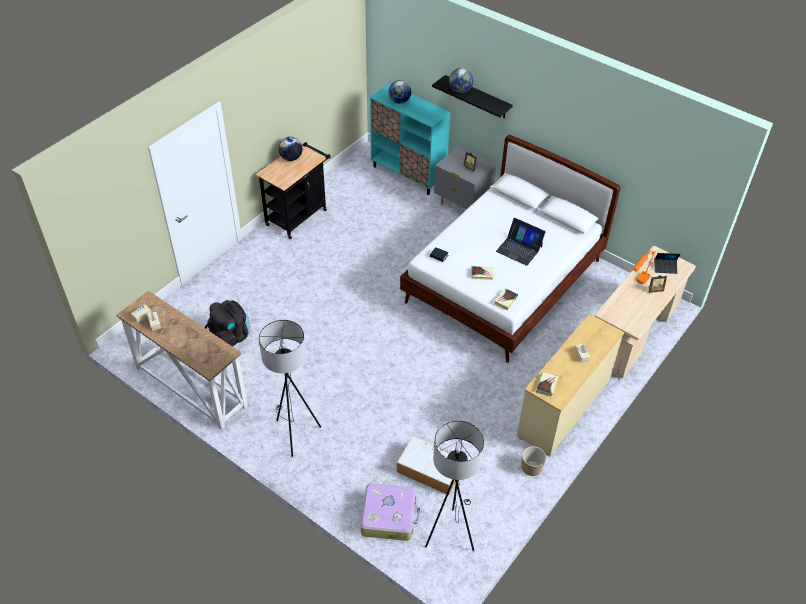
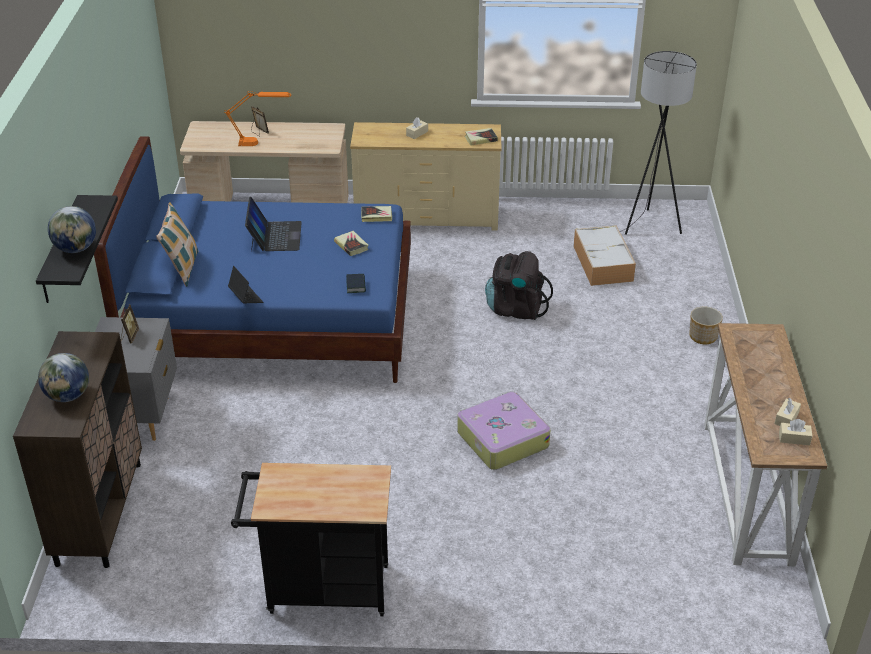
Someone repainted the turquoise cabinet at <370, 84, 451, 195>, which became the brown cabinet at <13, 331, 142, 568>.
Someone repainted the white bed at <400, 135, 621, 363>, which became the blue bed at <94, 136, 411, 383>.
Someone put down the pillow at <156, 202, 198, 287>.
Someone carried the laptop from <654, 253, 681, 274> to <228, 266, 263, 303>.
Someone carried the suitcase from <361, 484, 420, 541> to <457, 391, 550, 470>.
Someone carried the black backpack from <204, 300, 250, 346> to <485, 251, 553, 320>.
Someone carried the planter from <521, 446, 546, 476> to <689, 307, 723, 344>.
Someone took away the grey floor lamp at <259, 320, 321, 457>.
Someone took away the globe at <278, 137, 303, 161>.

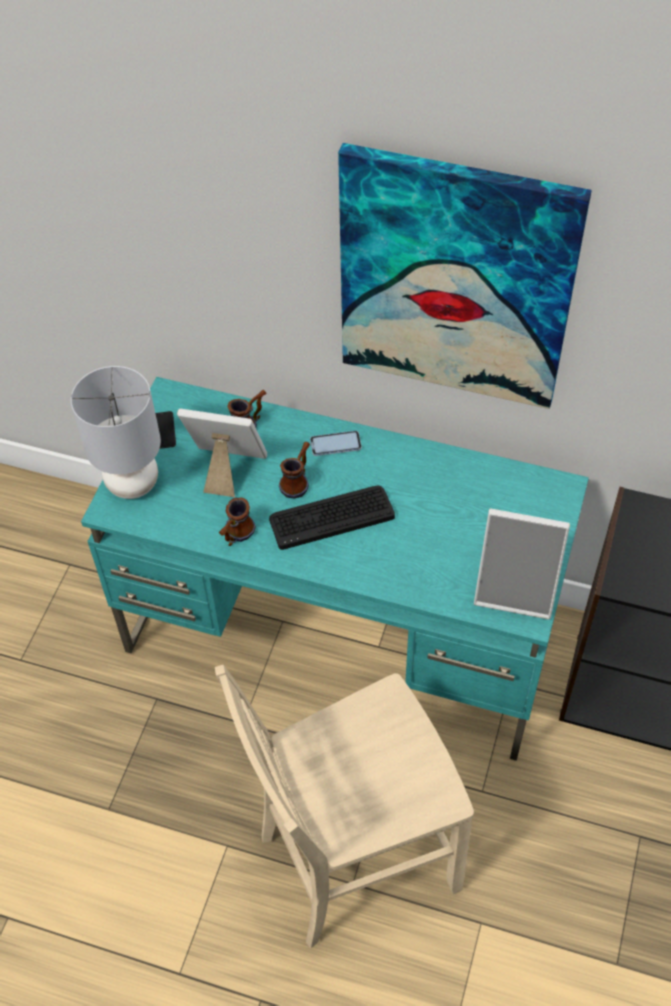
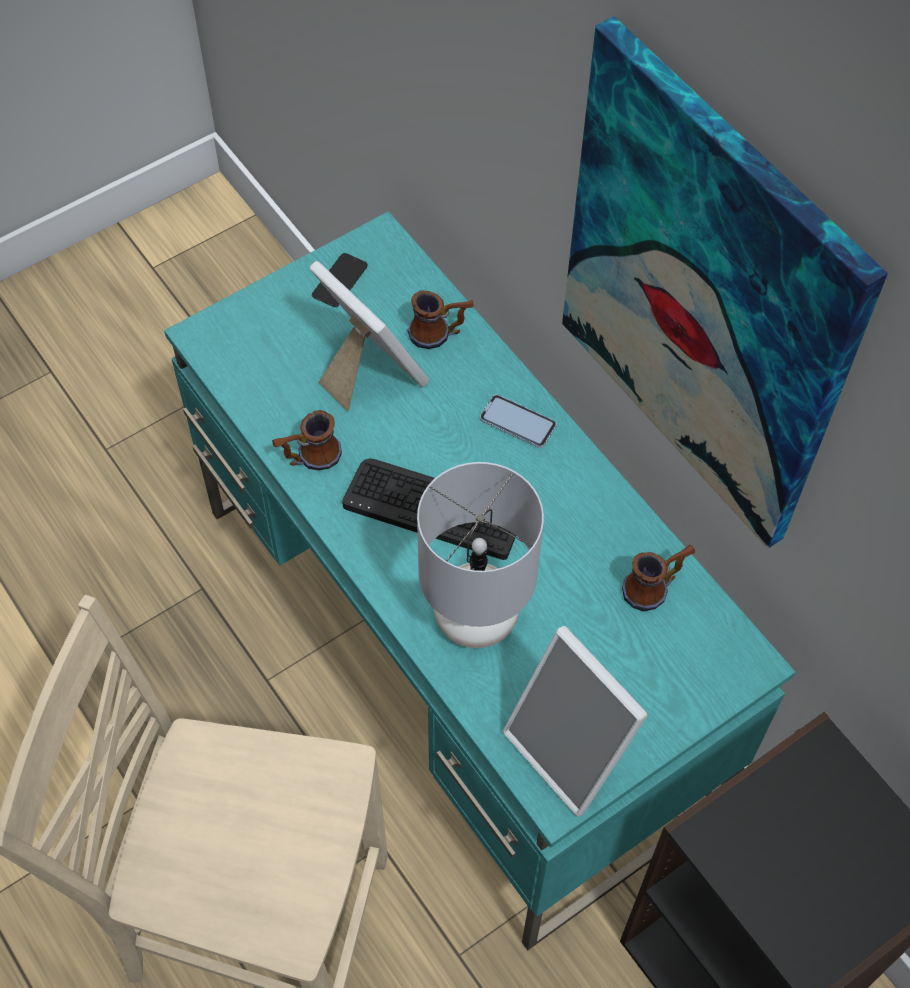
Someone carried the grey table lamp from <71, 366, 161, 499> to <417, 462, 544, 648>.
Someone carried the mug from <279, 442, 310, 499> to <622, 545, 695, 612>.

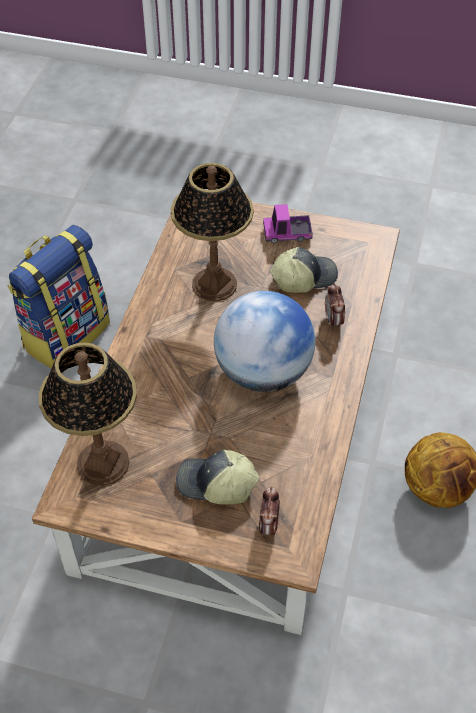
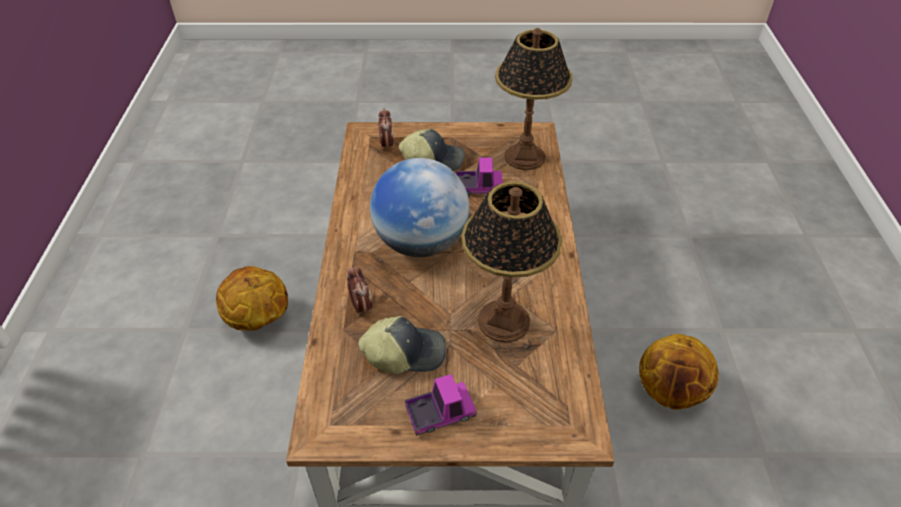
Someone rotated the cap at <270, 247, 338, 293> by 150 degrees counterclockwise.
Someone put down the toy truck at <456, 158, 503, 196>.
Someone swapped the backpack at <7, 225, 110, 369> for the basketball at <639, 334, 719, 410>.

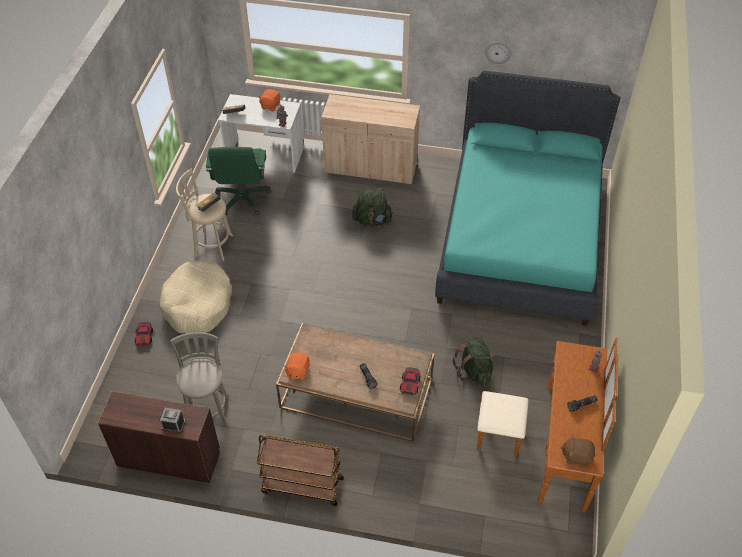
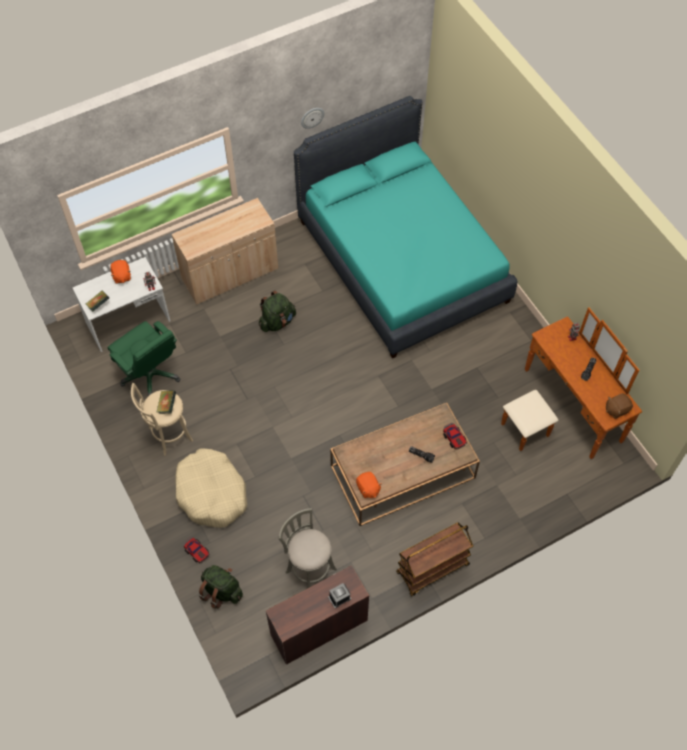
Someone carried the green backpack from <453, 337, 494, 387> to <198, 565, 243, 609>.

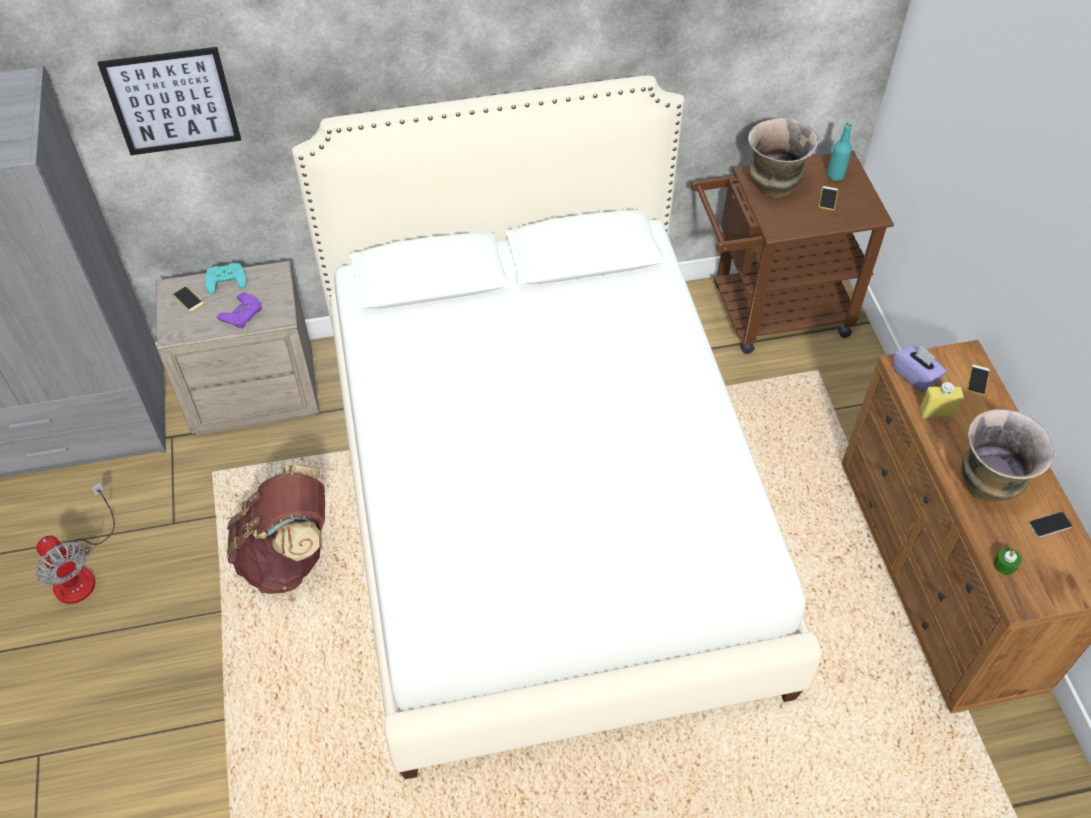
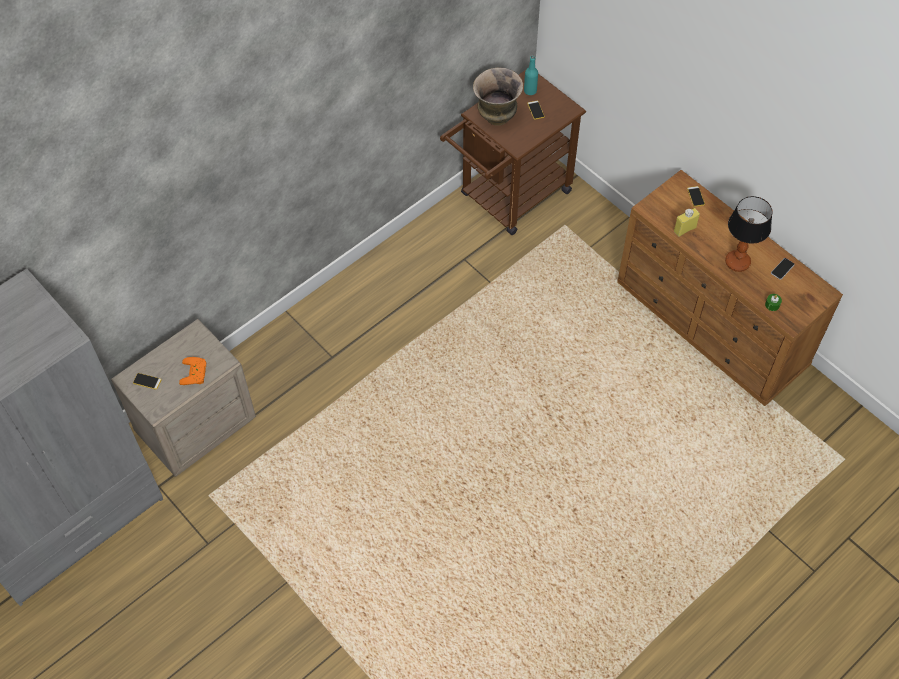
Someone repainted the purple game controller at <217, 293, 262, 329>, which became the orange game controller at <179, 357, 206, 385>.
Someone swapped the vase at <962, 409, 1054, 502> for the table lamp at <725, 196, 773, 272>.
Someone took away the fan at <36, 482, 115, 604>.
Someone took away the picture at <98, 47, 241, 155>.
Someone took away the turquoise game controller at <205, 263, 246, 294>.
Someone took away the brown backpack at <227, 464, 325, 594>.
Someone took away the white bed at <292, 75, 821, 779>.
Someone took away the purple tissue box at <894, 344, 947, 392>.

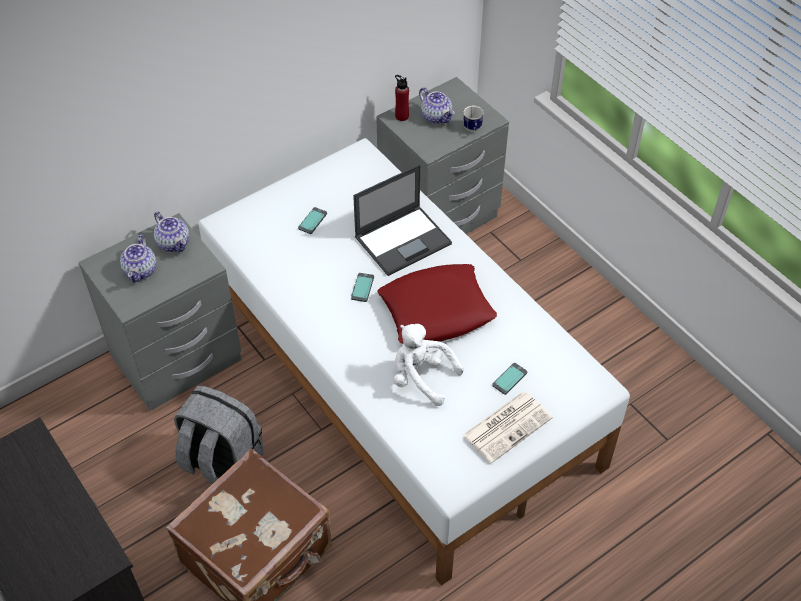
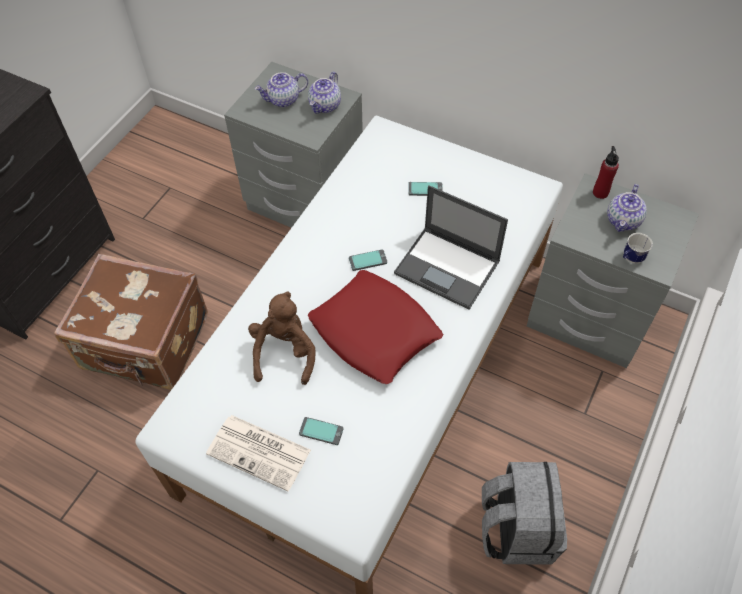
Someone repainted the white plush toy at <393, 324, 463, 406>, which became the brown plush toy at <248, 291, 315, 385>.
Someone carried the grey backpack from <174, 385, 264, 484> to <482, 462, 567, 565>.

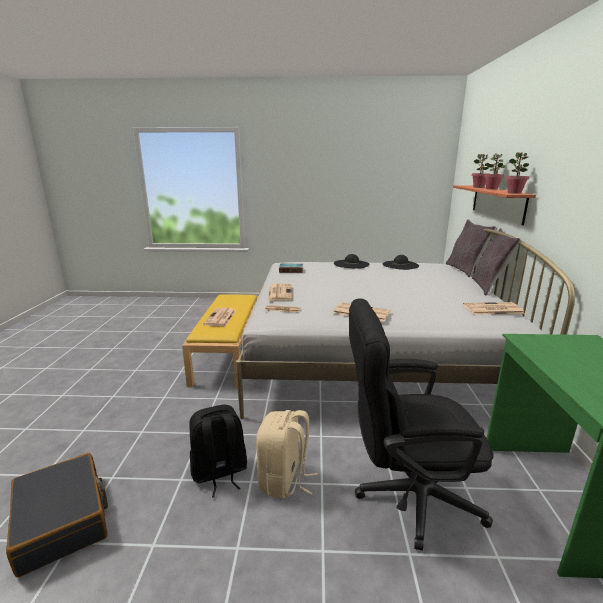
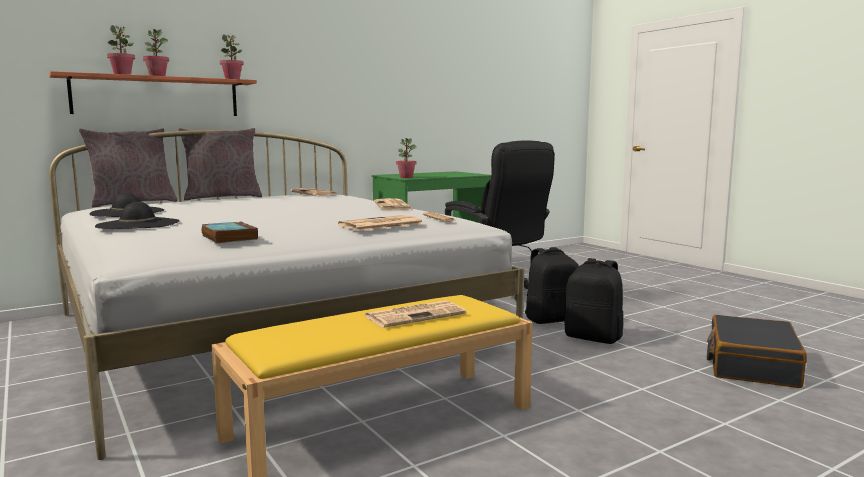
Someone put down the potted plant at <396, 138, 417, 178>.
Someone repainted the beige backpack at <256, 410, 318, 499>, which became the black backpack at <525, 247, 579, 324>.

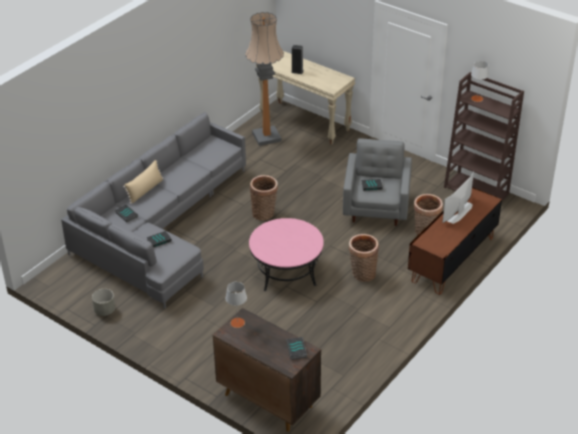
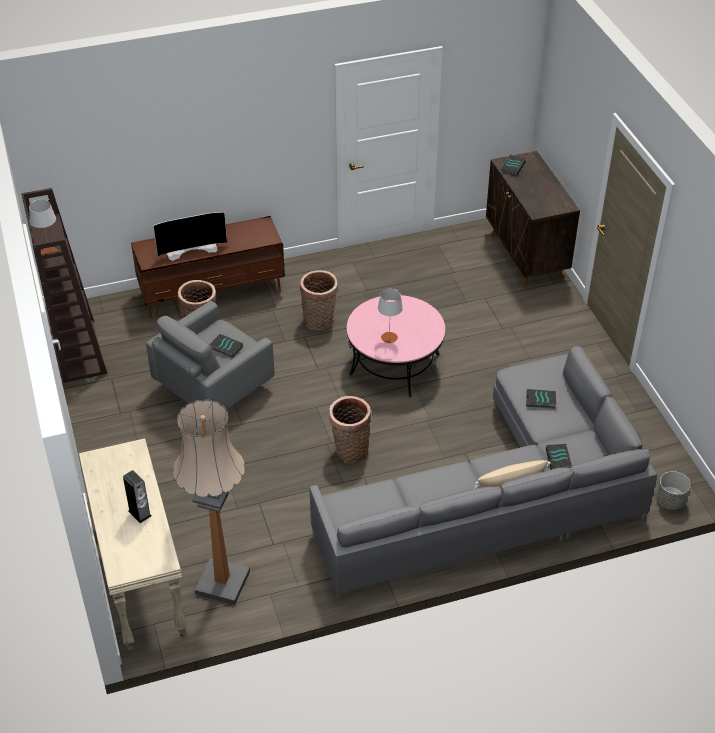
Someone carried the grey table lamp from <226, 282, 247, 328> to <378, 289, 403, 343>.
Someone carried the grey planter from <92, 289, 115, 316> to <656, 471, 691, 510>.

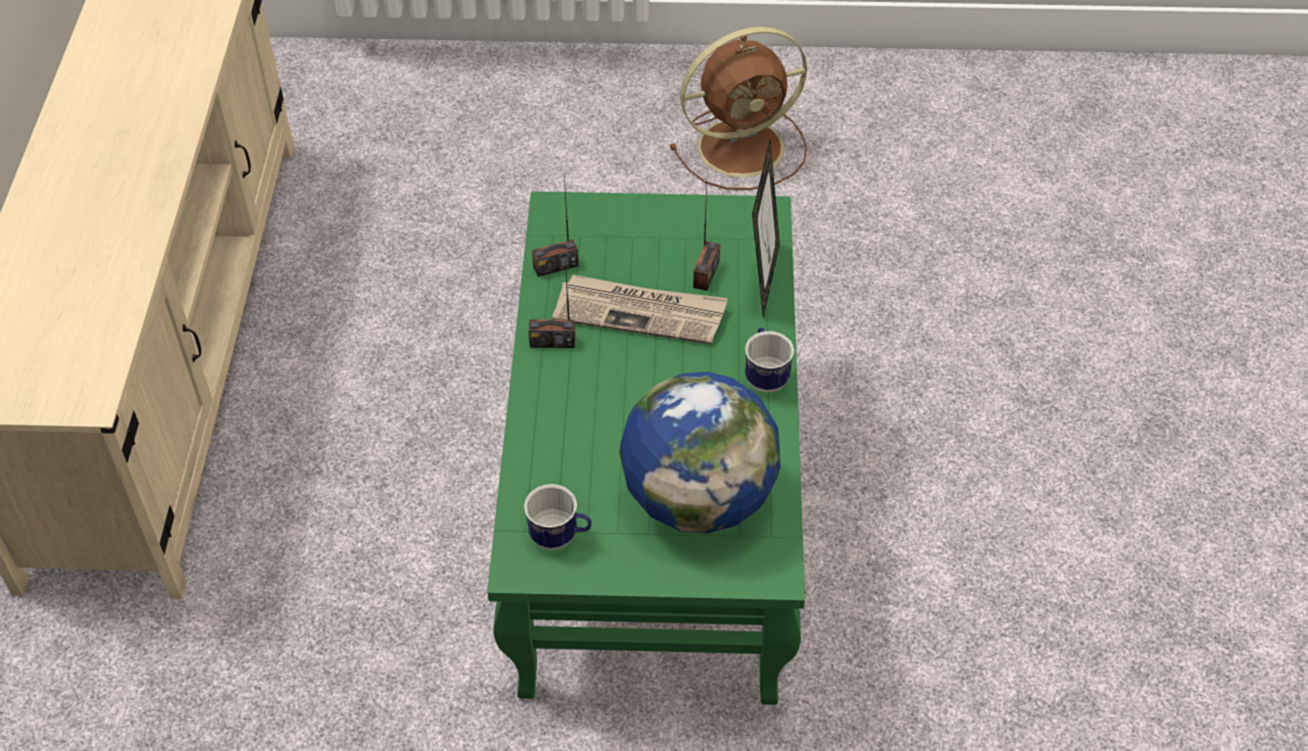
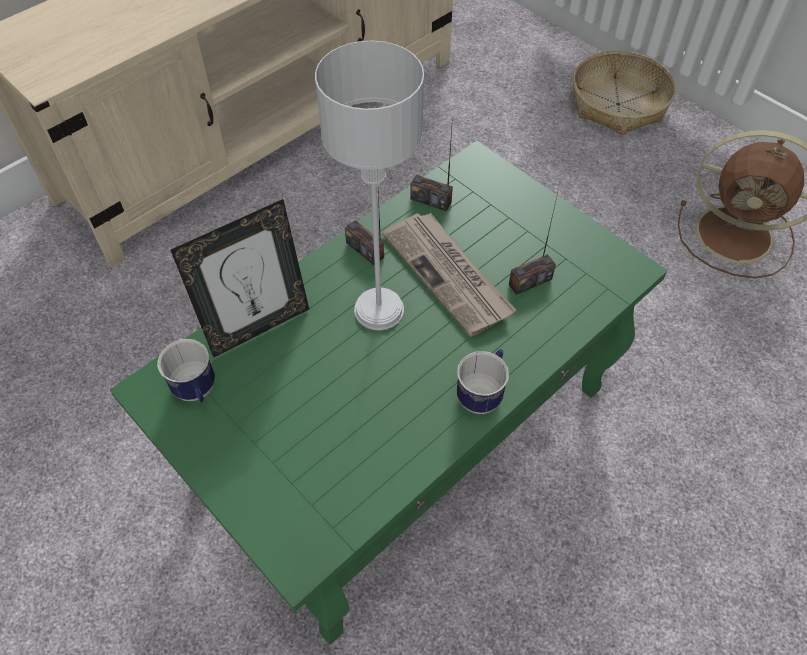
Someone carried the picture frame from <752, 140, 780, 319> to <171, 199, 309, 357>.
Someone put down the grey table lamp at <315, 41, 424, 330>.
Someone put down the basket at <573, 51, 676, 135>.
Someone took away the globe at <619, 372, 781, 534>.

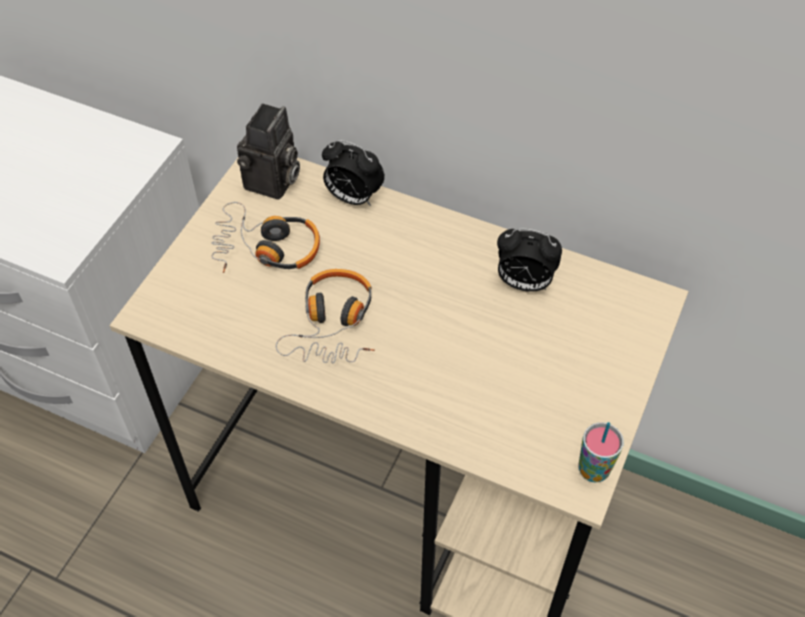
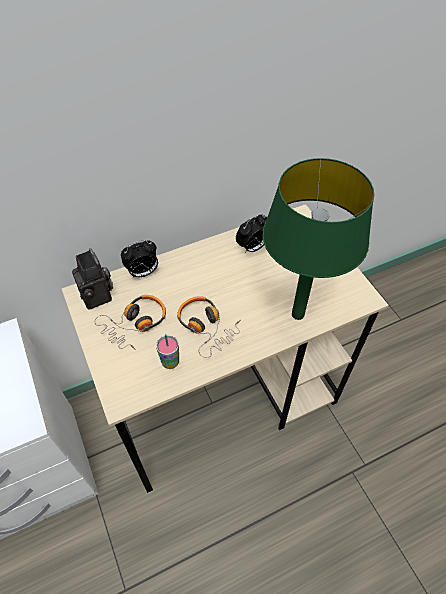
Someone carried the cup from <579, 422, 624, 482> to <156, 334, 179, 369>.
Someone put down the green table lamp at <262, 158, 374, 320>.

